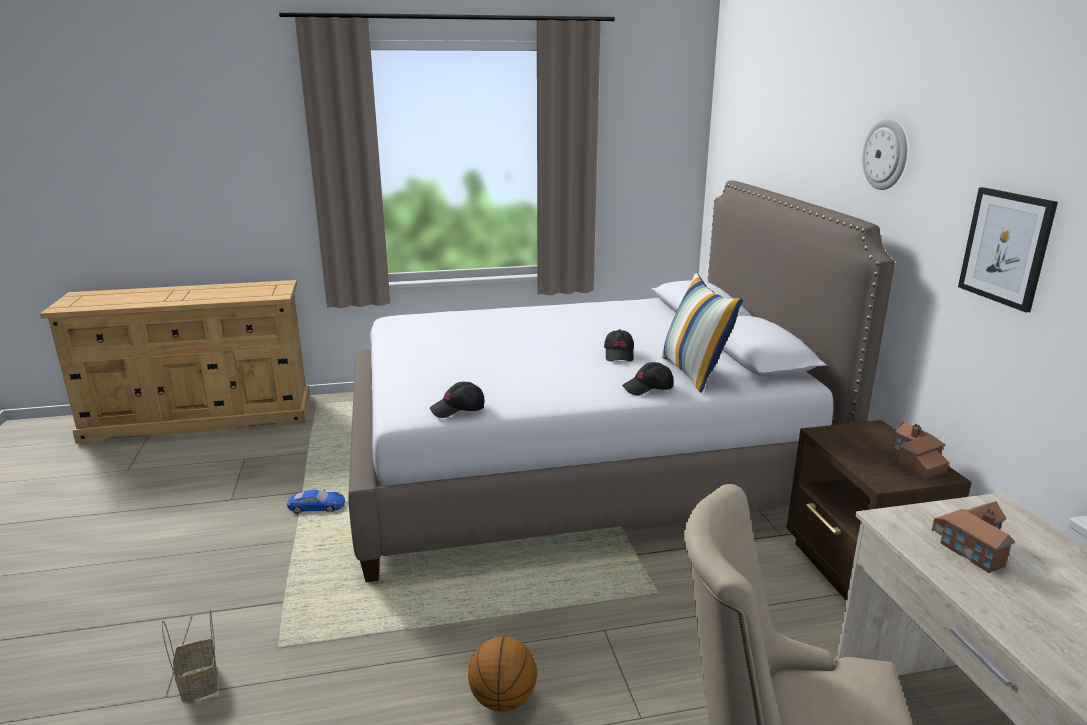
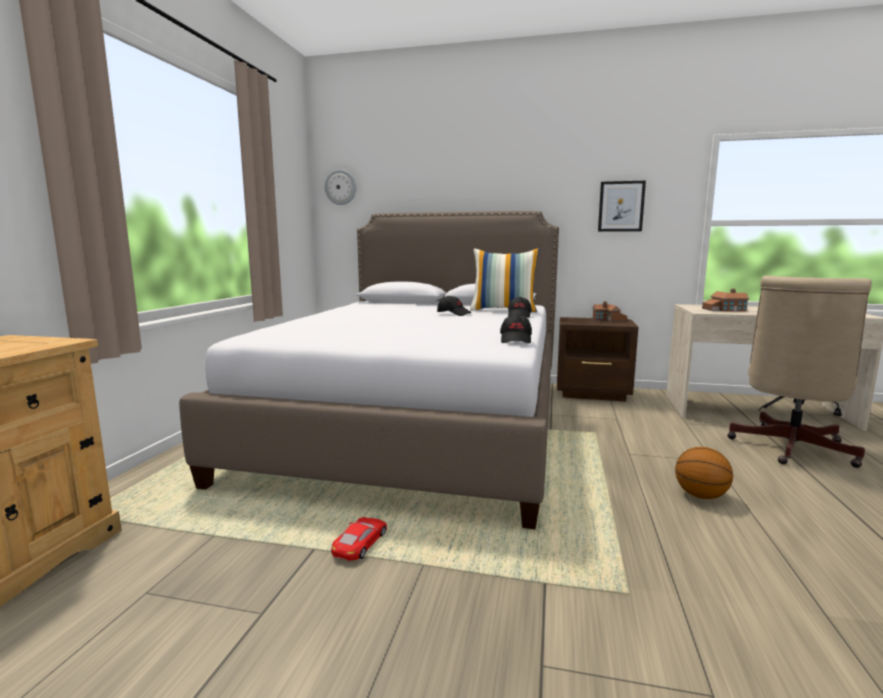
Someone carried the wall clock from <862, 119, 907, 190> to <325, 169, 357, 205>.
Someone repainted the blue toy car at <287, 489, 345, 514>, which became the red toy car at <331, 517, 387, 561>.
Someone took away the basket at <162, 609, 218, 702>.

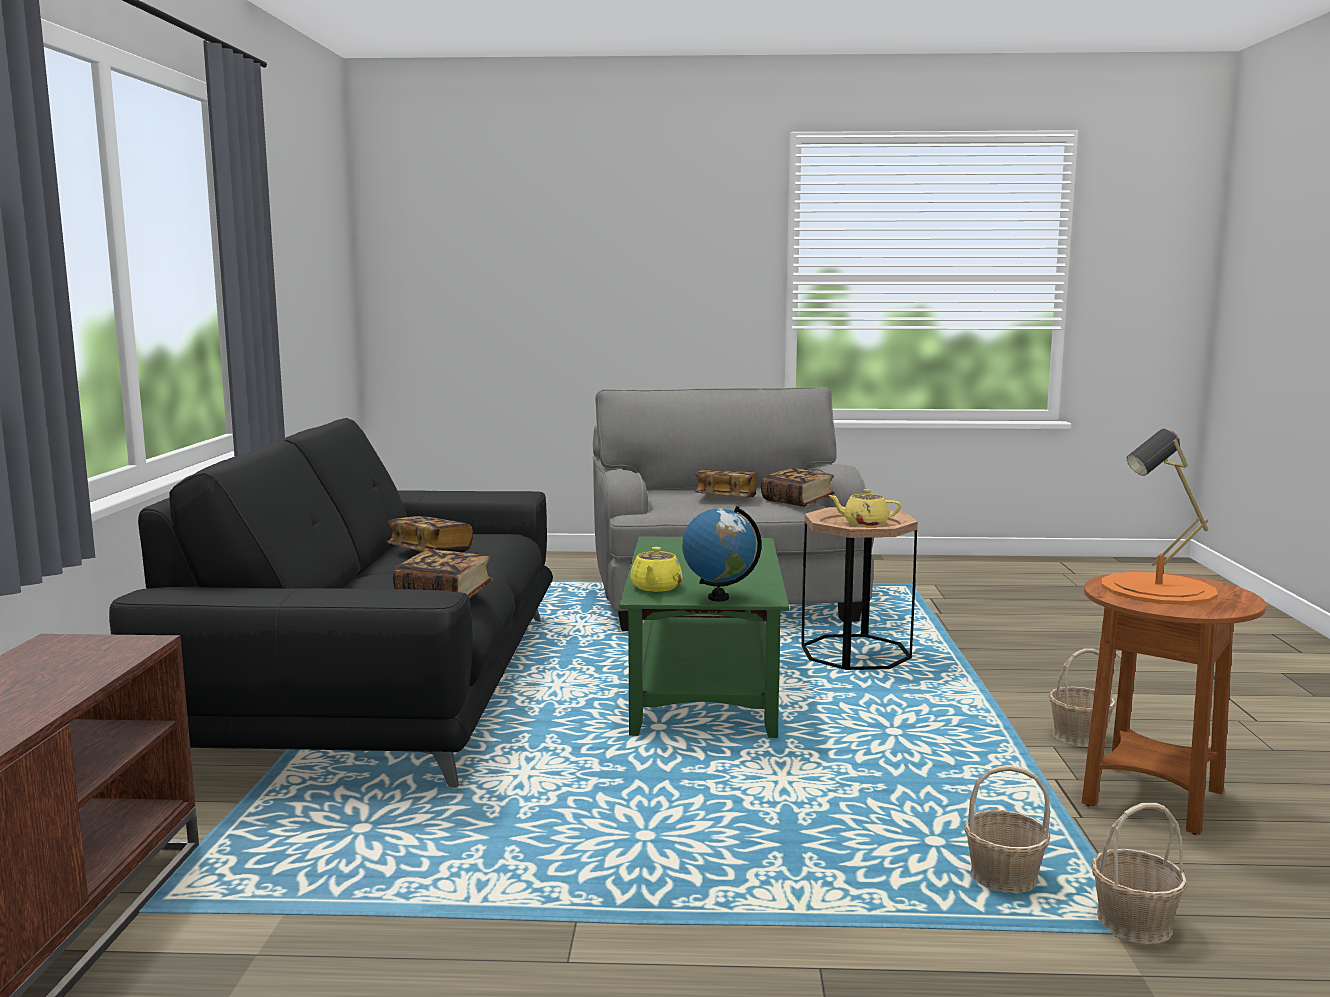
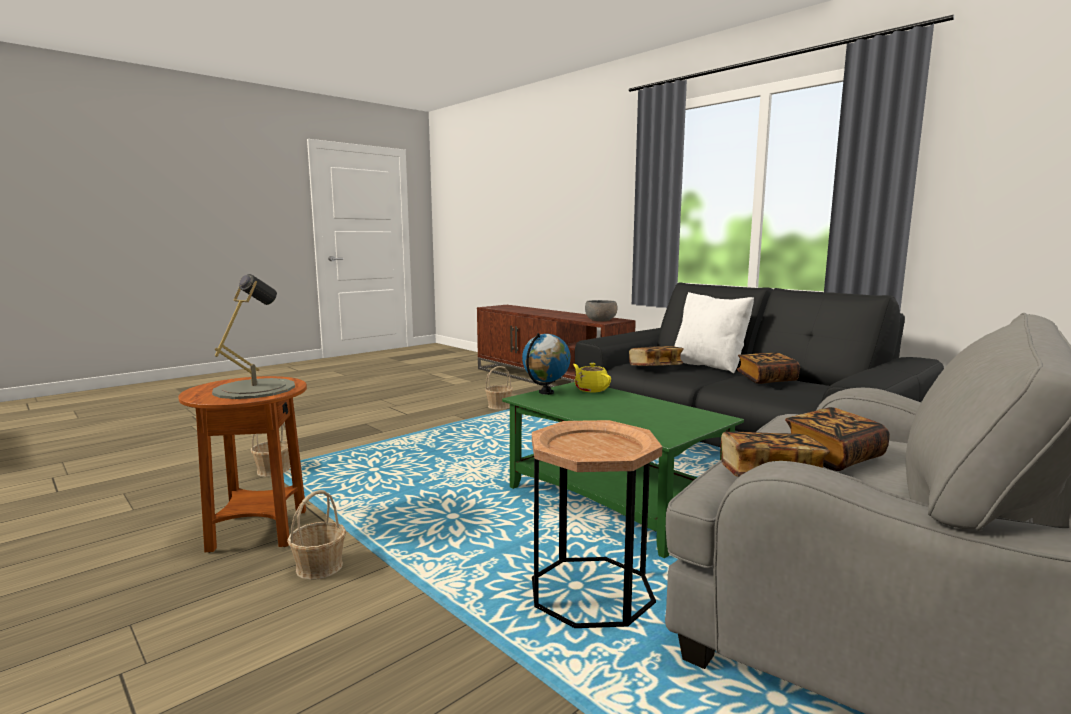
Someone repainted the orange table lamp at <1102, 429, 1218, 605>, which became the grey table lamp at <212, 274, 295, 399>.
Someone carried the basket from <964, 765, 1050, 893> to <485, 366, 513, 410>.
Someone put down the grey bowl at <585, 300, 618, 322>.
Someone put down the white pillow at <675, 292, 754, 373>.
Someone took away the yellow teapot at <828, 489, 901, 527>.

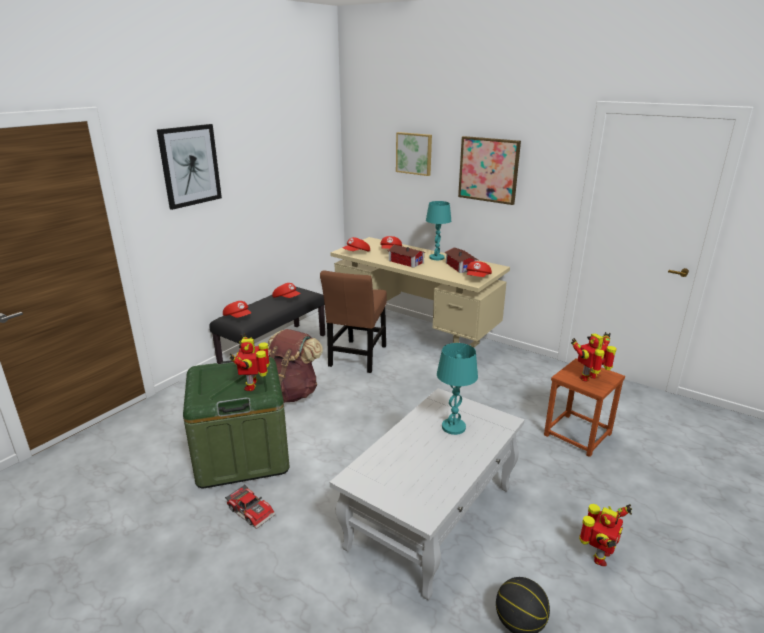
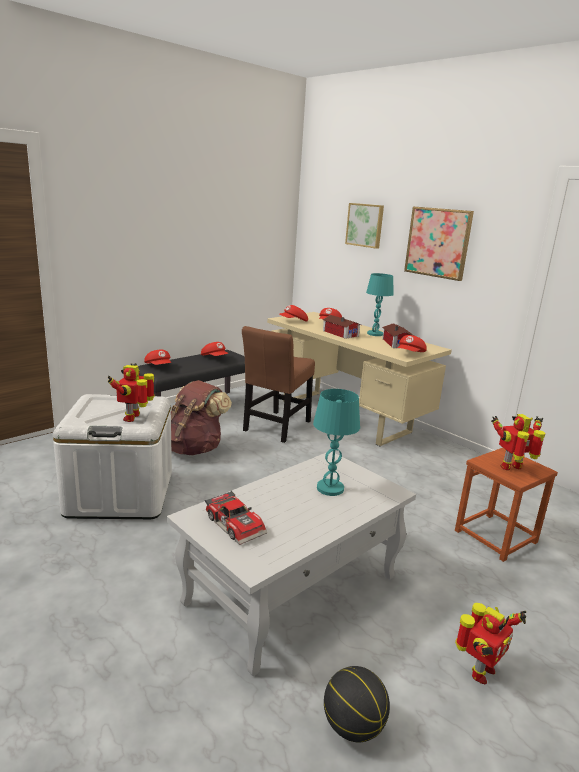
Someone repainted the green storage box at <183, 357, 289, 488>, which became the white storage box at <53, 394, 172, 519>.
Someone carried the toy car from <225, 484, 276, 529> to <205, 491, 267, 545>.
Someone took away the picture at <157, 124, 222, 210>.

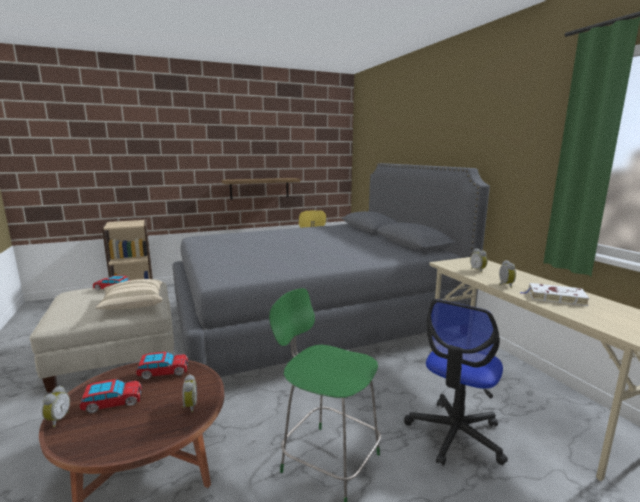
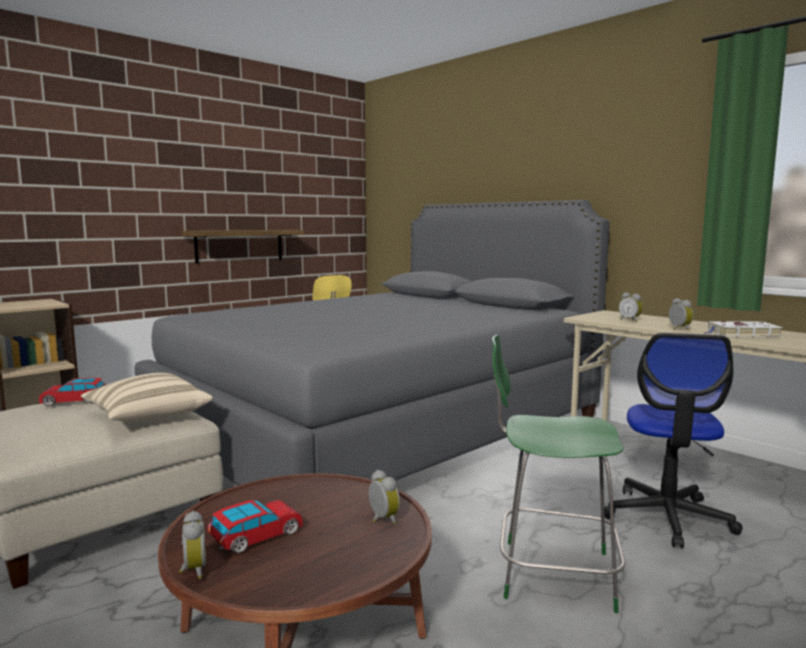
Someone took away the toy car at <136, 352, 188, 379>.

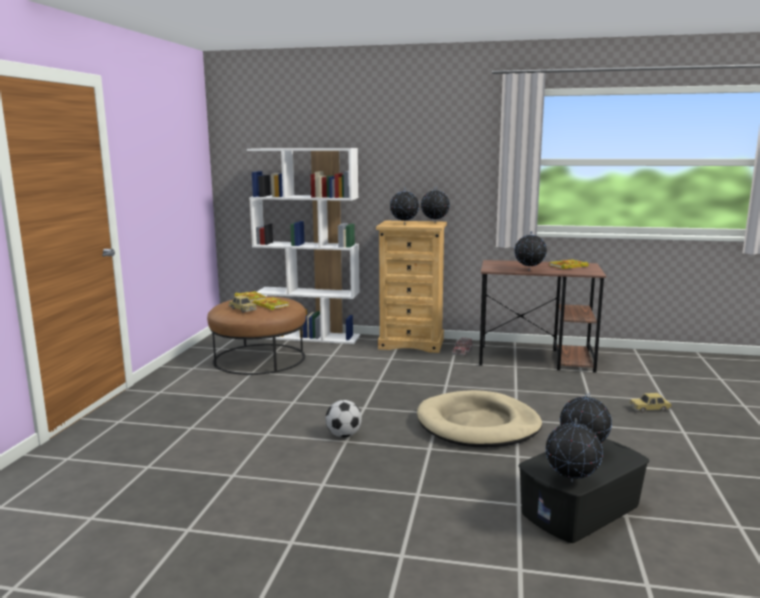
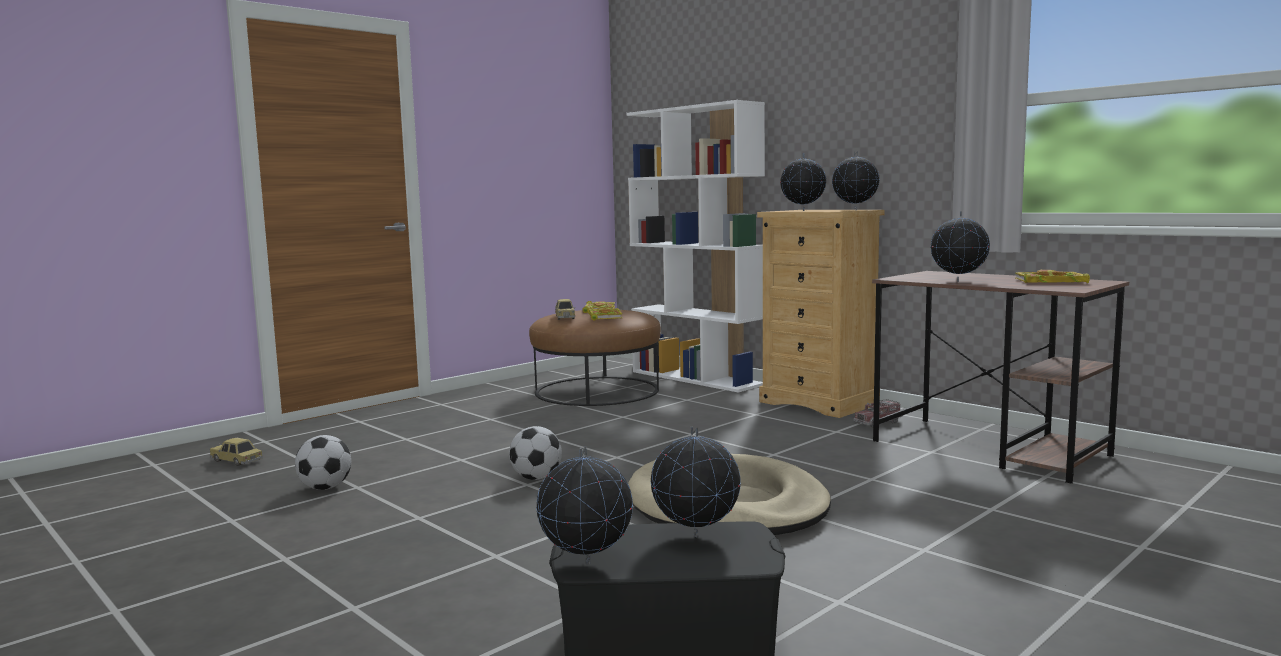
Someone carried the toy car from <629, 393, 672, 413> to <210, 438, 263, 466>.
Someone put down the football at <295, 435, 351, 490>.

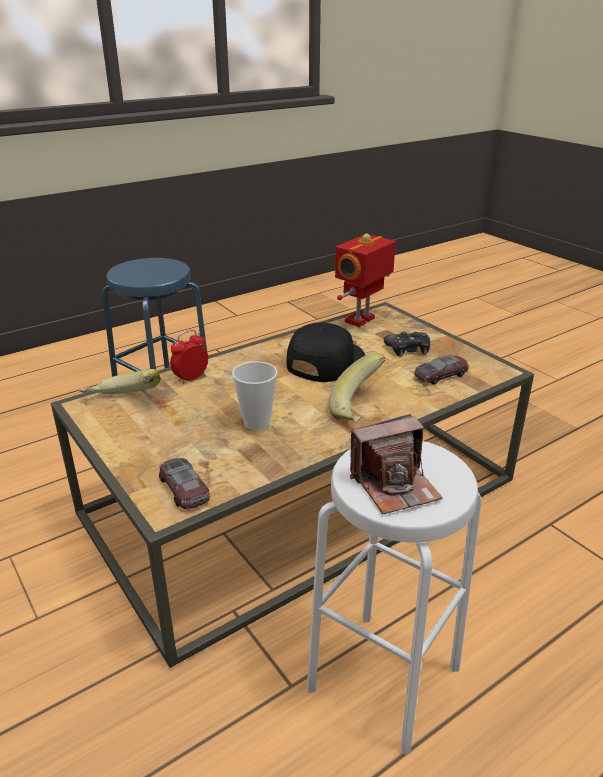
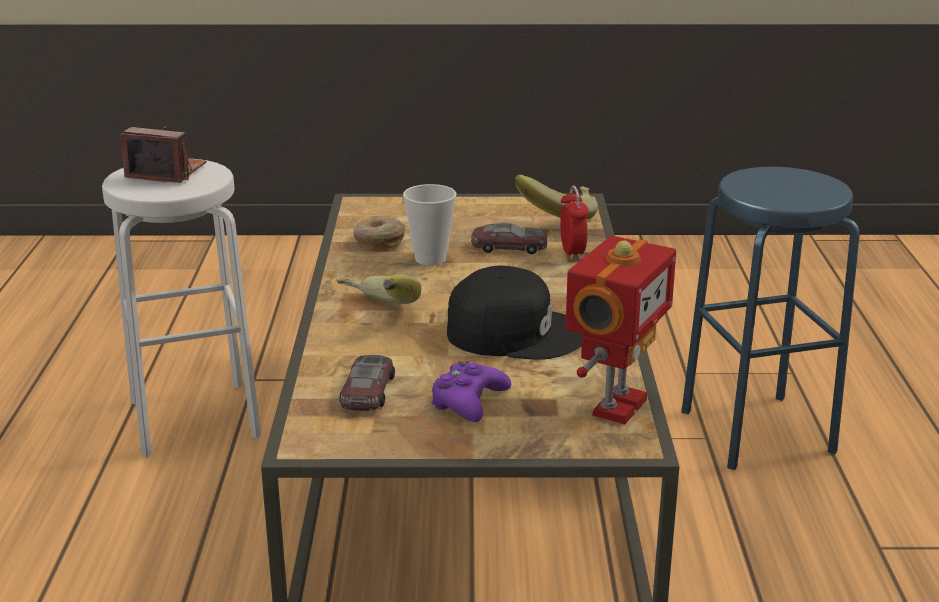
Someone rotated the photo camera at <350, 414, 443, 514> by 90 degrees clockwise.
Someone put down the donut at <353, 217, 405, 250>.
Someone repainted the black game controller at <384, 332, 430, 356>, which became the purple game controller at <431, 361, 511, 422>.
Someone rotated the black cap at <287, 322, 365, 382> by 60 degrees counterclockwise.
Someone carried the toy car from <159, 458, 210, 510> to <471, 223, 547, 254>.
Someone rotated the toy robot at <335, 234, 396, 327> by 45 degrees clockwise.

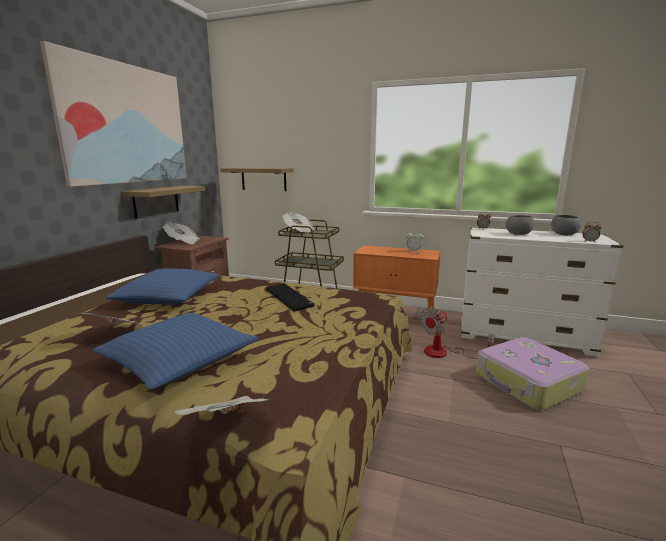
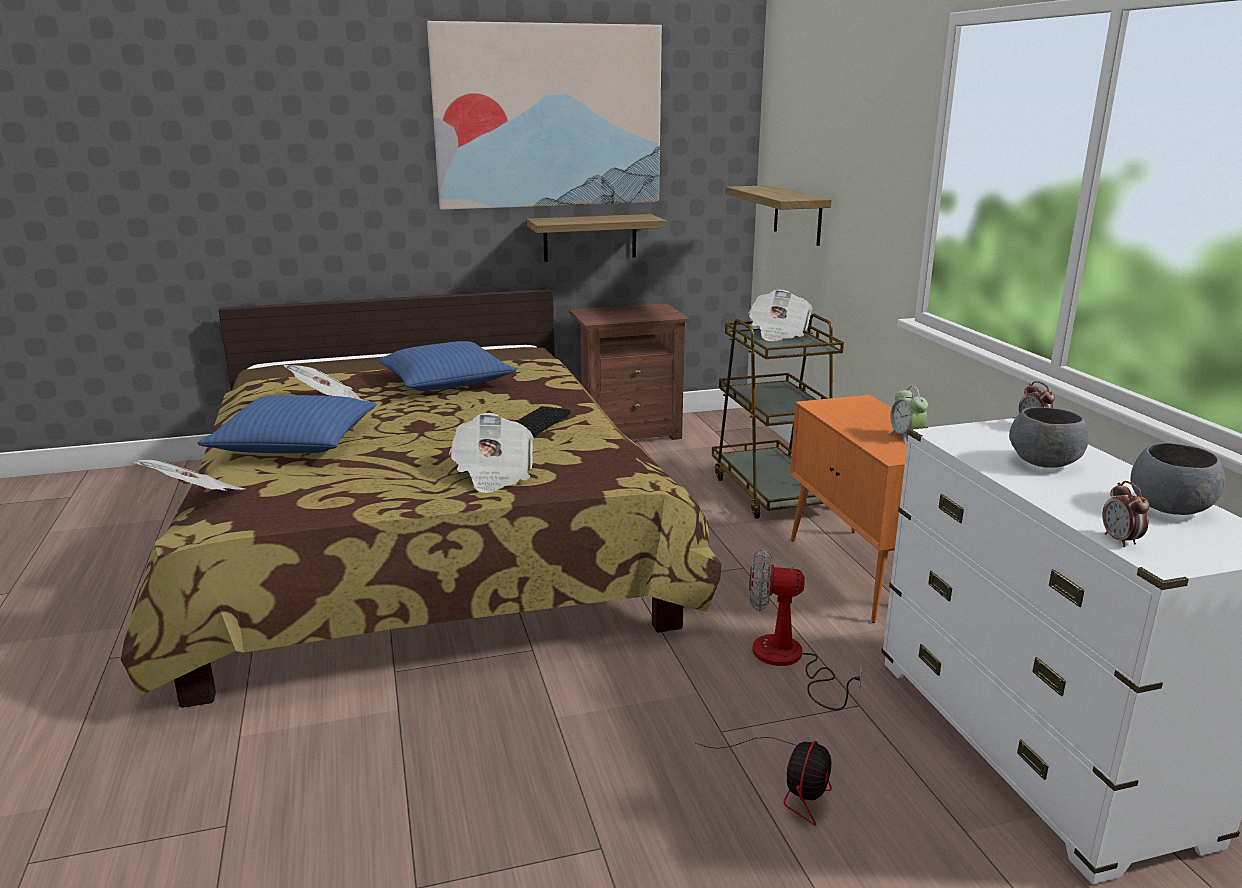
Someone carried the newspaper from <163, 222, 200, 244> to <449, 413, 534, 493>.
Someone swapped the suitcase at <476, 337, 589, 410> for the fan at <696, 737, 832, 826>.

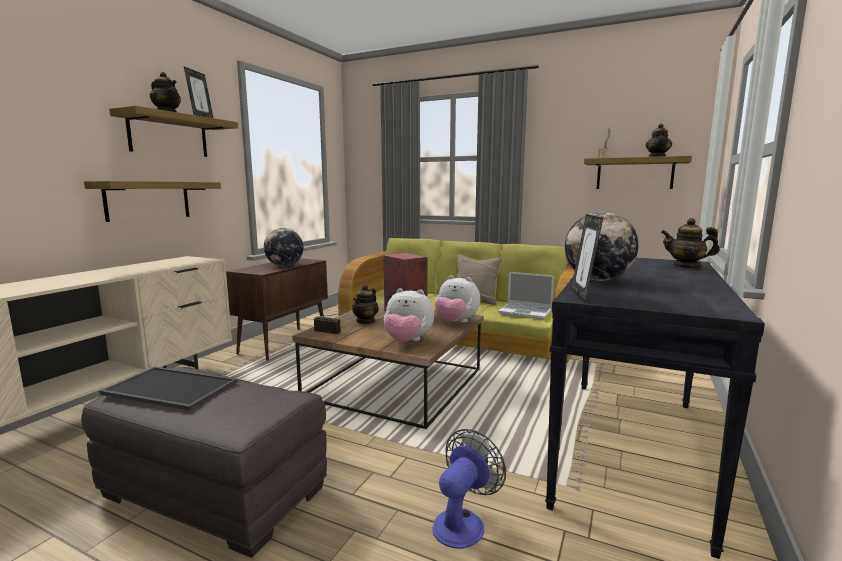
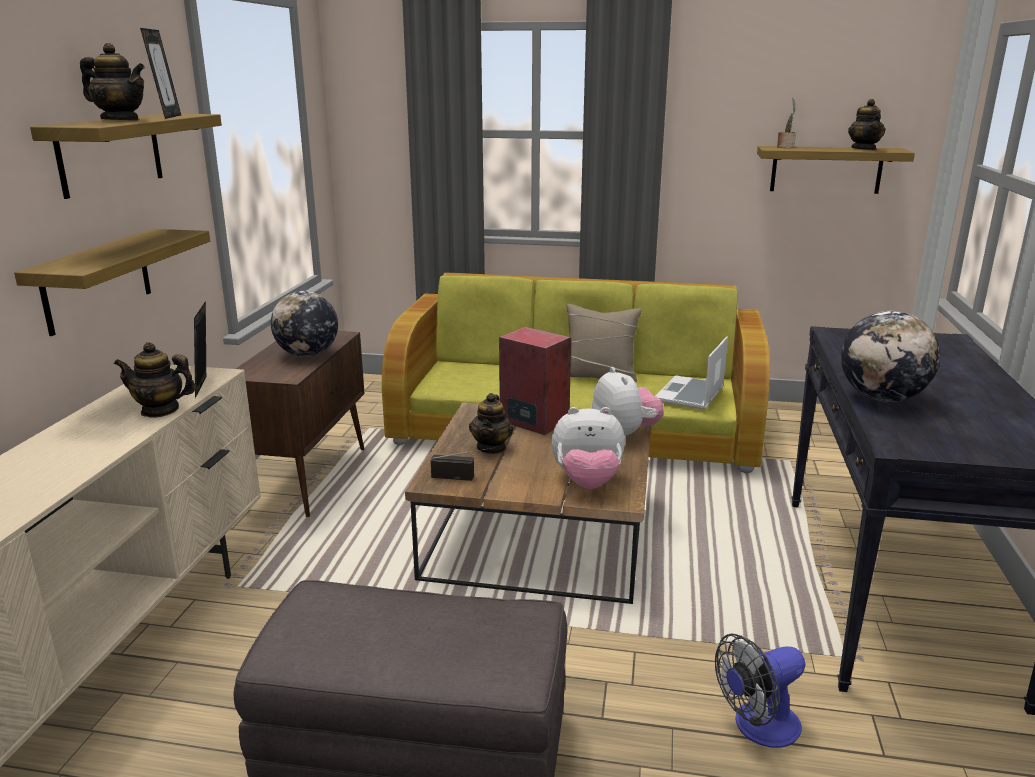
Someone carried the teapot from <661, 218, 720, 269> to <114, 342, 196, 417>.
Someone carried the picture frame from <571, 214, 603, 303> to <194, 301, 206, 398>.
Someone rotated the plush toy at <434, 275, 480, 323> by 120 degrees counterclockwise.
Someone rotated the laptop at <498, 272, 554, 319> by 105 degrees clockwise.
Someone rotated the fan at <433, 429, 506, 549> by 135 degrees counterclockwise.
Someone took away the tray at <99, 367, 238, 411>.

